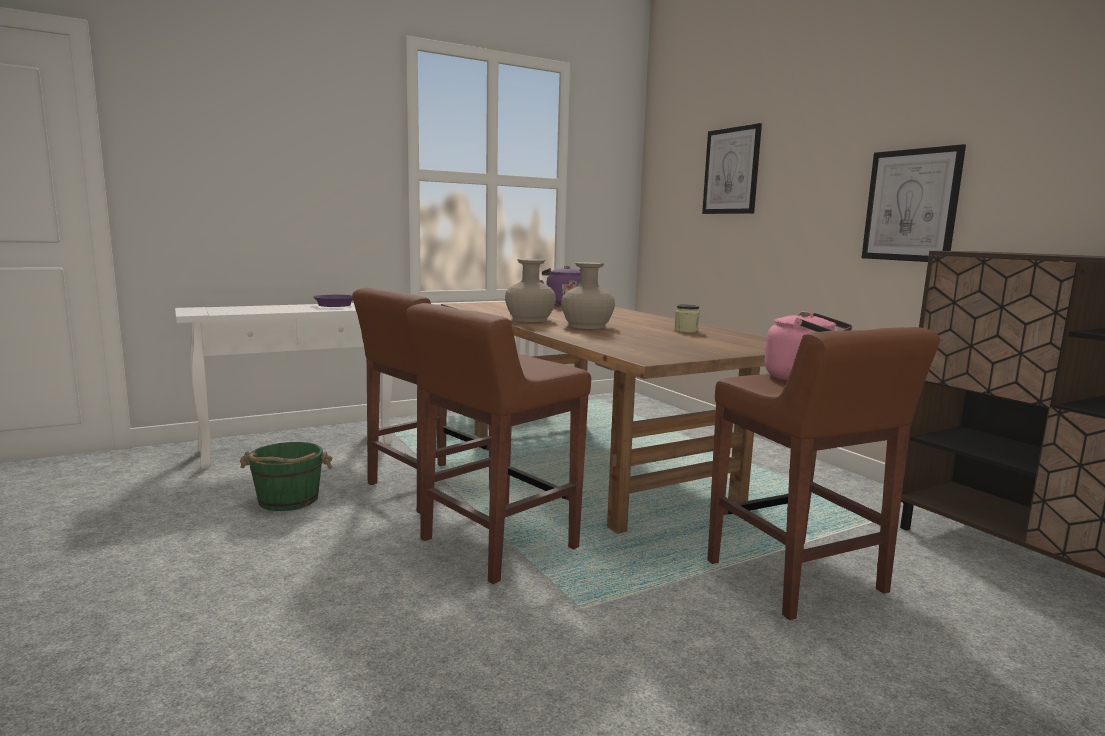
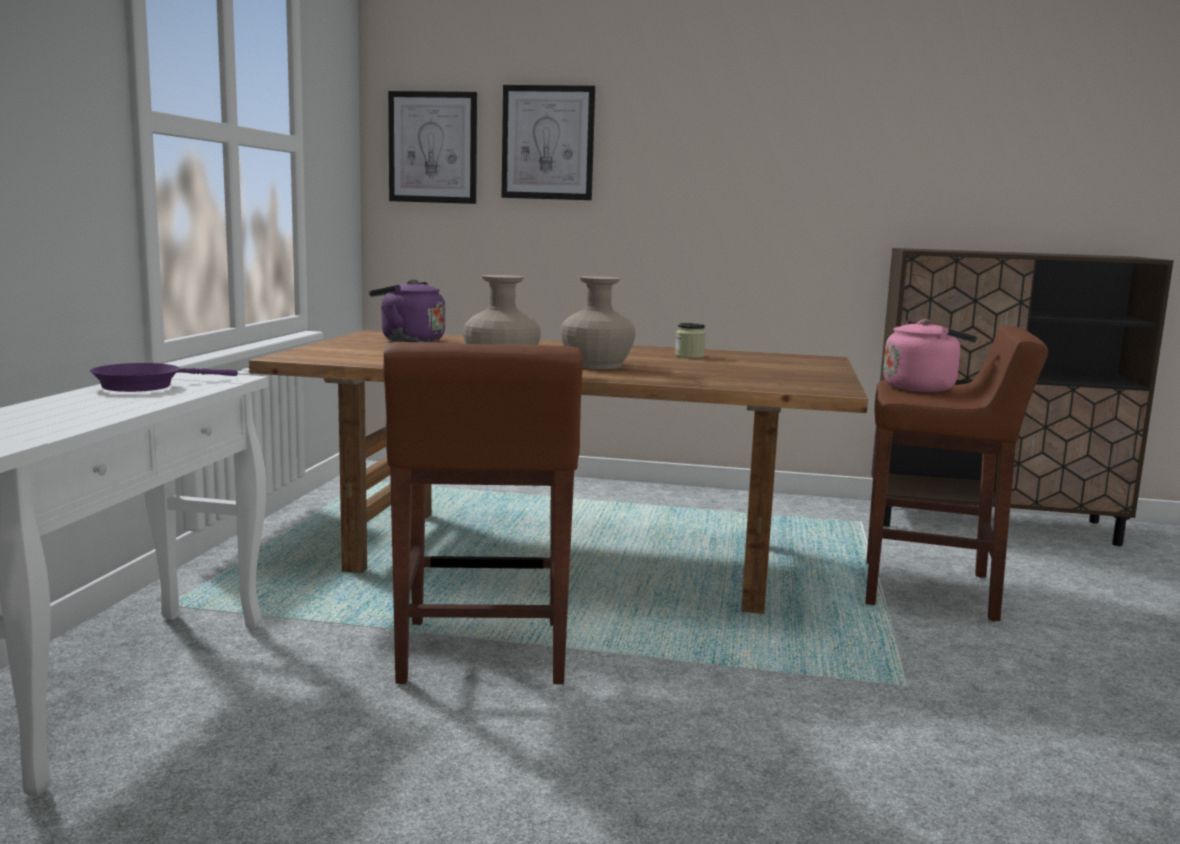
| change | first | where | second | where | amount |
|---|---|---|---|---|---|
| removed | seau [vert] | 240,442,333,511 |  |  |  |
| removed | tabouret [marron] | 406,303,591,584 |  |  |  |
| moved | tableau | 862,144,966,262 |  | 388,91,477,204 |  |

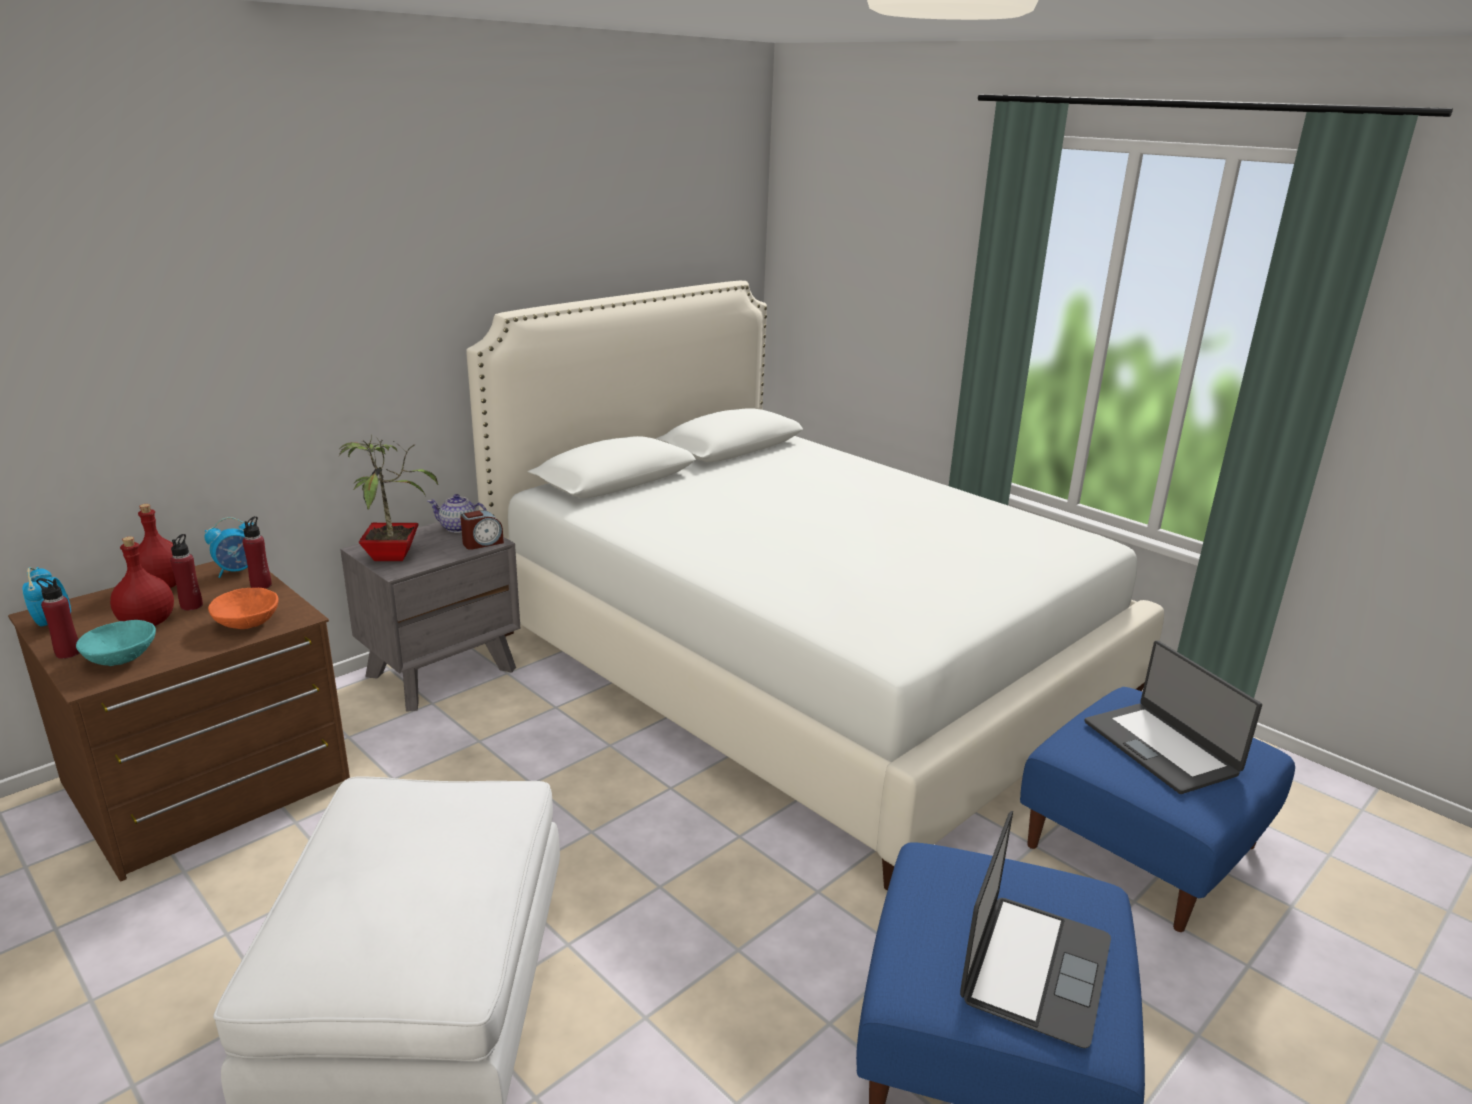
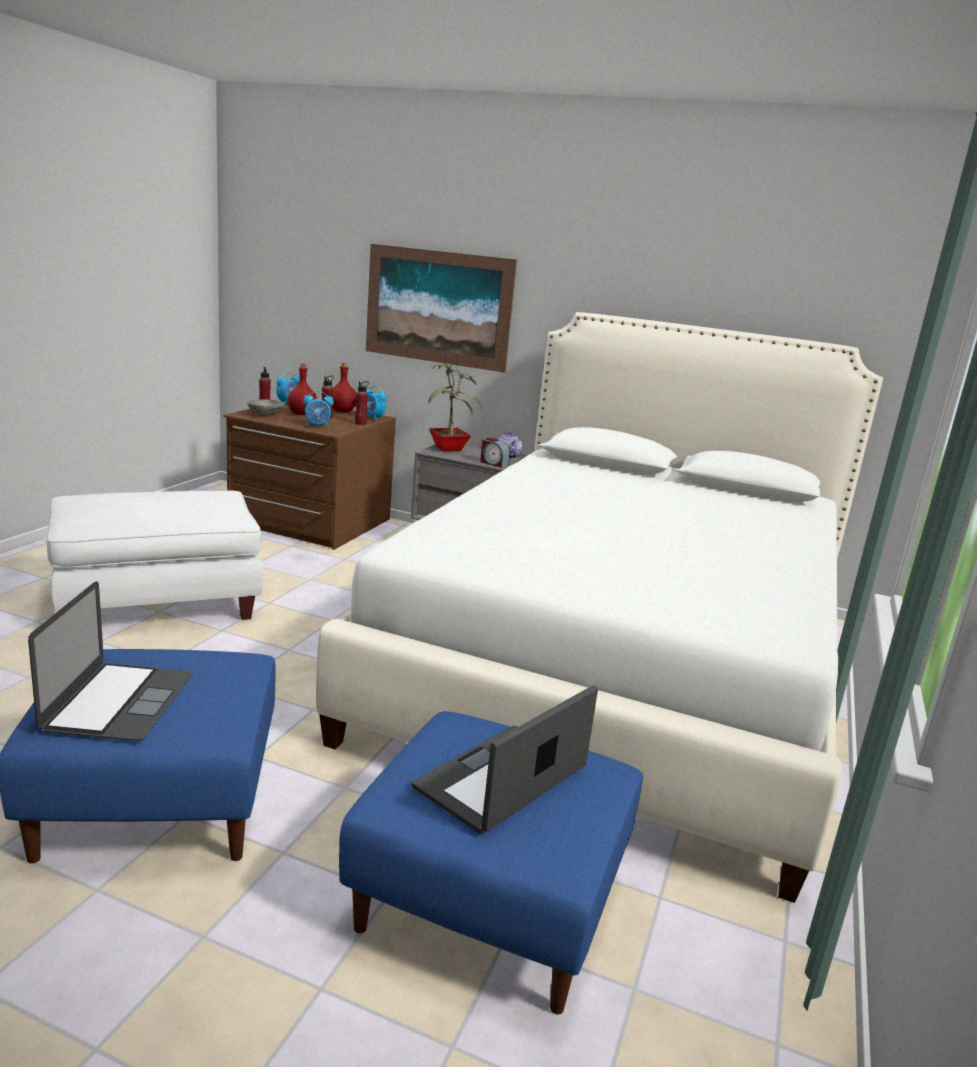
| change | first | where | second | where | amount |
|---|---|---|---|---|---|
| added |  |  | tableau | 366,244,517,373 |  |
| replaced | bol [orange] | 208,588,279,629 | réveil | 303,390,334,428 |  |
| recoloured | bol [turquoise] | 76,620,156,666 | bol [gris] | 247,399,284,416 |  |
| turned | ordinateur portable | 960,811,1111,1048 |  | 28,581,192,741 | 90 degrees counterclockwise |

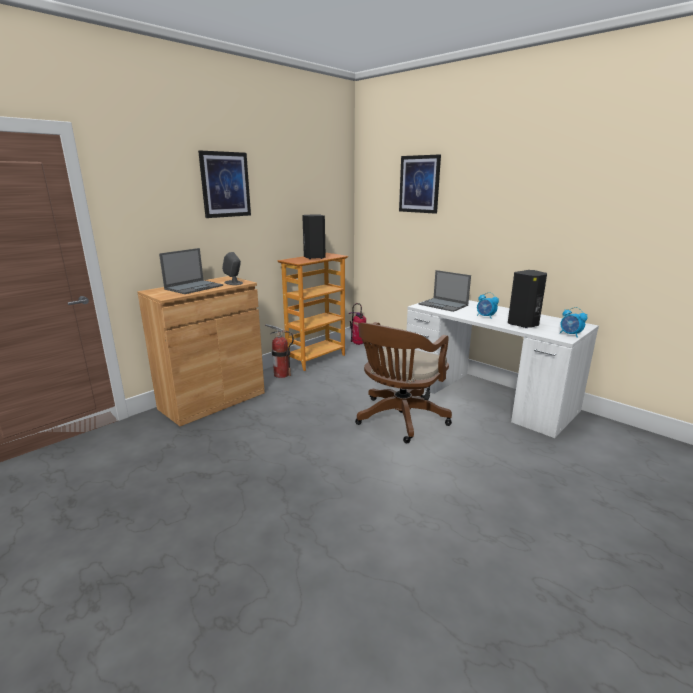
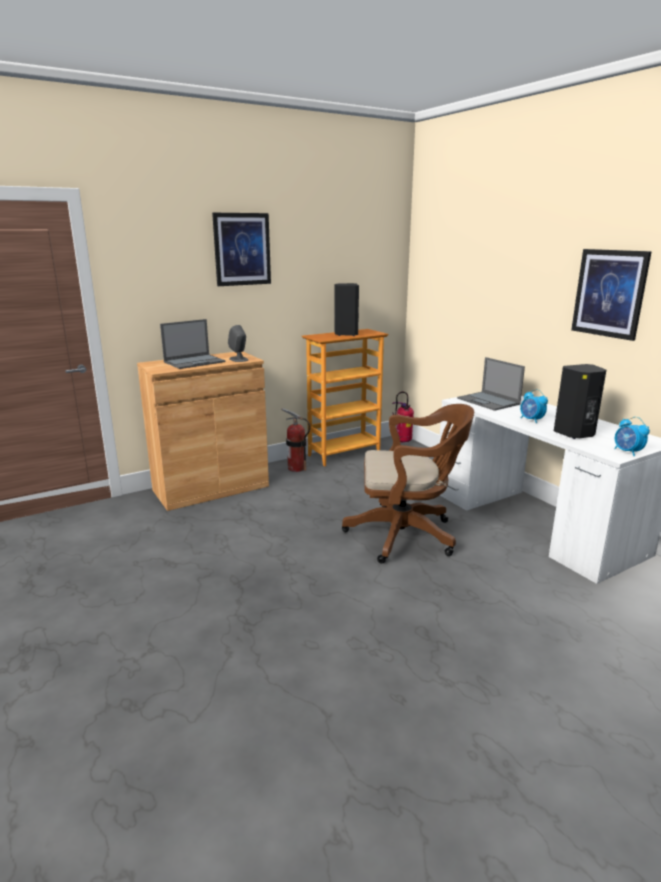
| change | first | where | second | where | amount |
|---|---|---|---|---|---|
| moved | tableau | 399,154,441,214 |  | 571,249,652,341 |  |
| turned | chaise de bureau [marron] | 355,322,452,443 |  | 342,404,474,564 | 135 degrees counterclockwise |

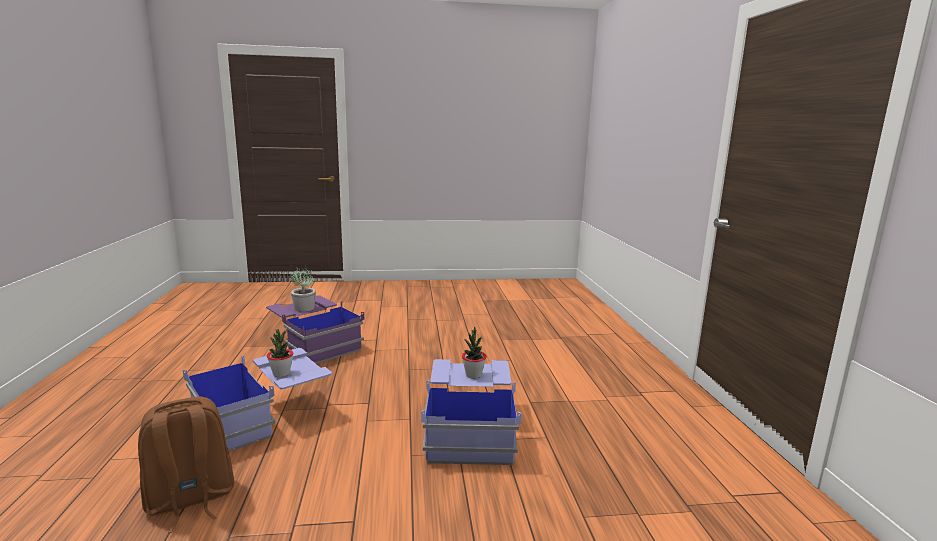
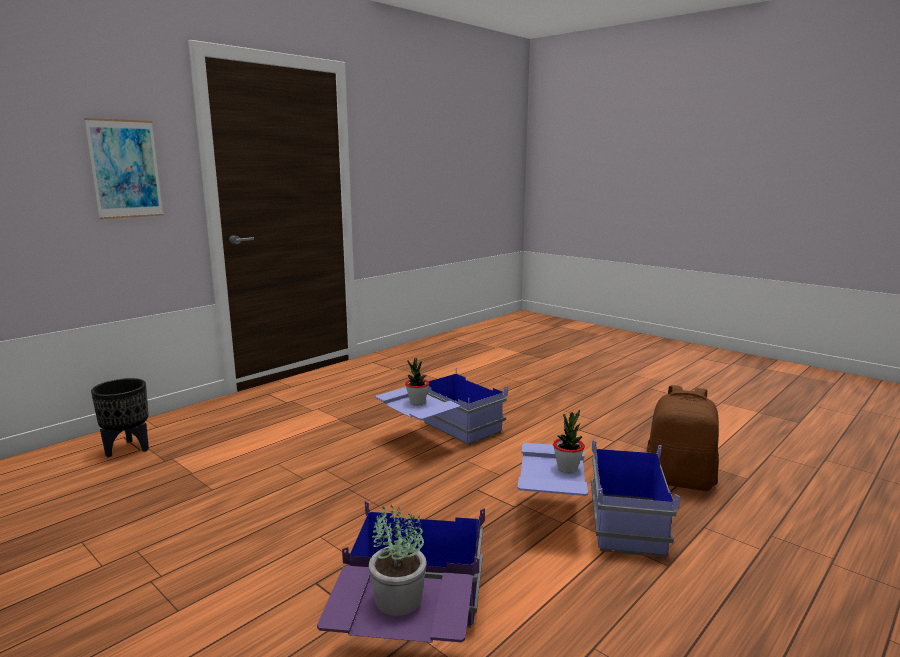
| change | first | where | second | where | amount |
|---|---|---|---|---|---|
| added |  |  | tableau | 84,118,164,219 |  |
| added |  |  | cache-pot [noir] | 91,378,149,457 |  |

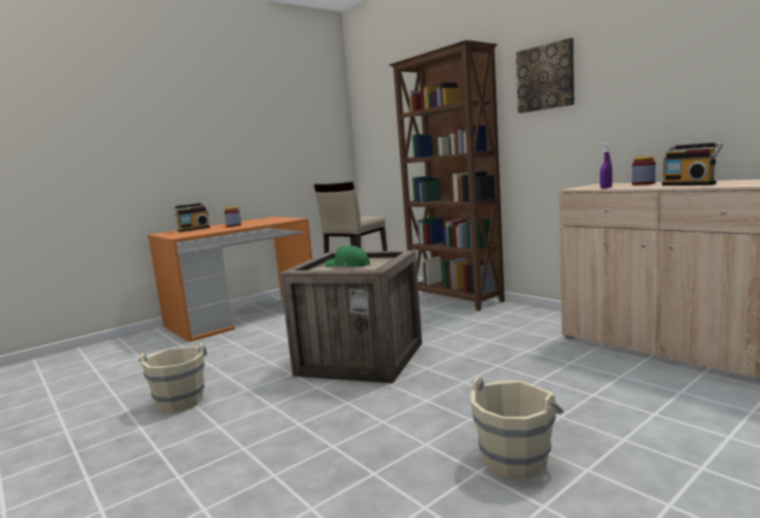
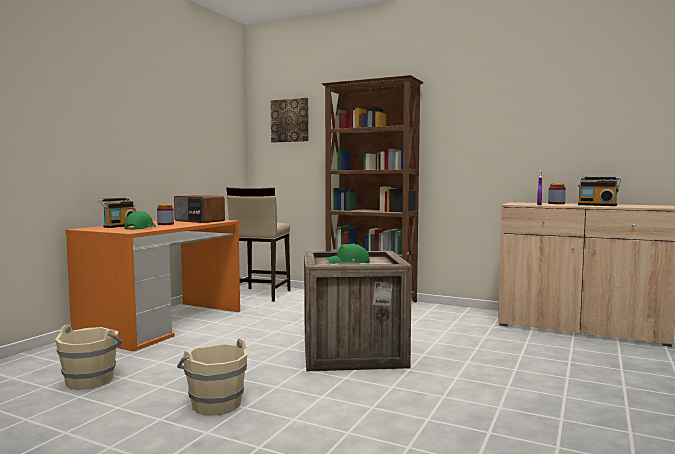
| change | first | where | second | where | amount |
|---|---|---|---|---|---|
| added |  |  | casquette [vert] | 124,211,156,230 |  |
| added |  |  | radio | 174,195,225,223 |  |
| moved | seau [beige] | 471,377,563,479 |  | 55,325,123,390 |  |
| moved | tableau | 516,38,574,113 |  | 271,98,309,143 |  |

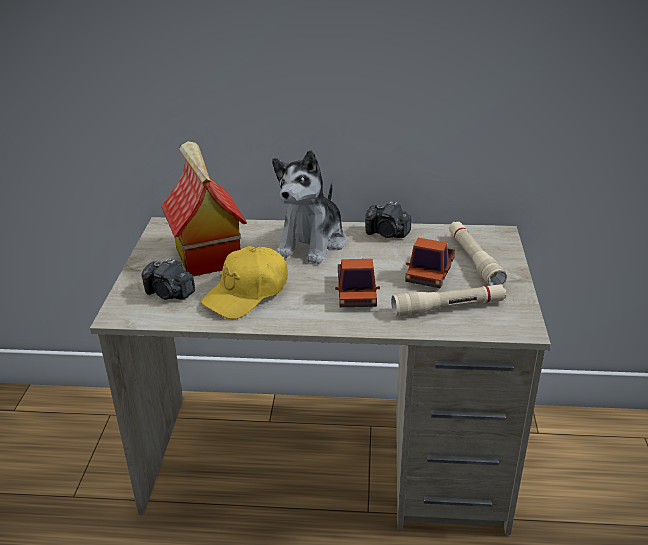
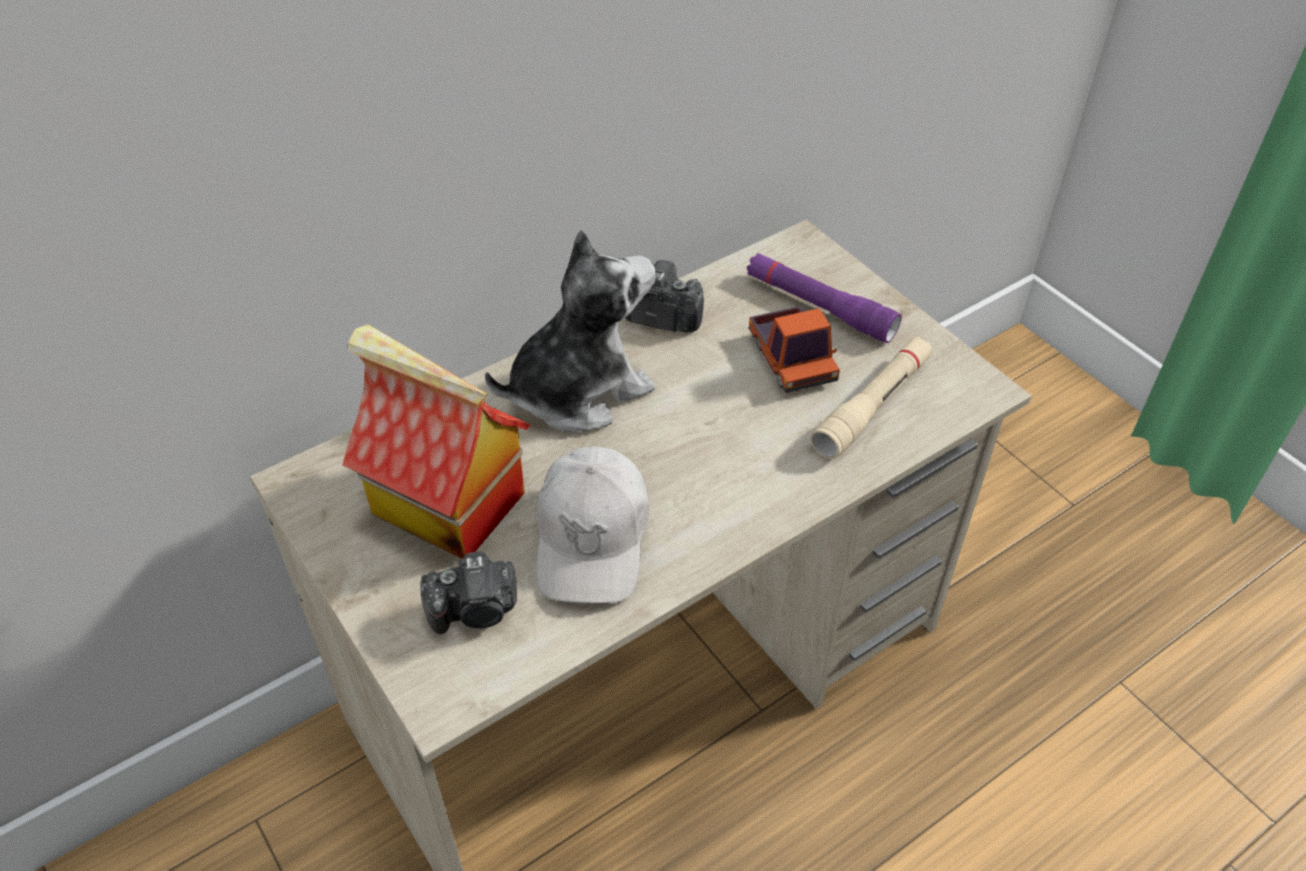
| change | first | where | second | where | amount |
|---|---|---|---|---|---|
| removed | camion jouet | 335,259,380,307 |  |  |  |
| recoloured | casquette [jaune] | 200,246,288,319 | casquette [blanc] | 537,447,649,603 |  |
| recoloured | lampe de poche [beige] | 449,222,507,286 | lampe de poche [violet] | 747,253,902,343 |  |
| turned | peluche | 272,150,346,264 |  | 485,229,656,432 | 105 degrees counterclockwise |
| turned | appareil photo | 365,201,411,238 |  | 625,260,704,332 | 150 degrees counterclockwise |

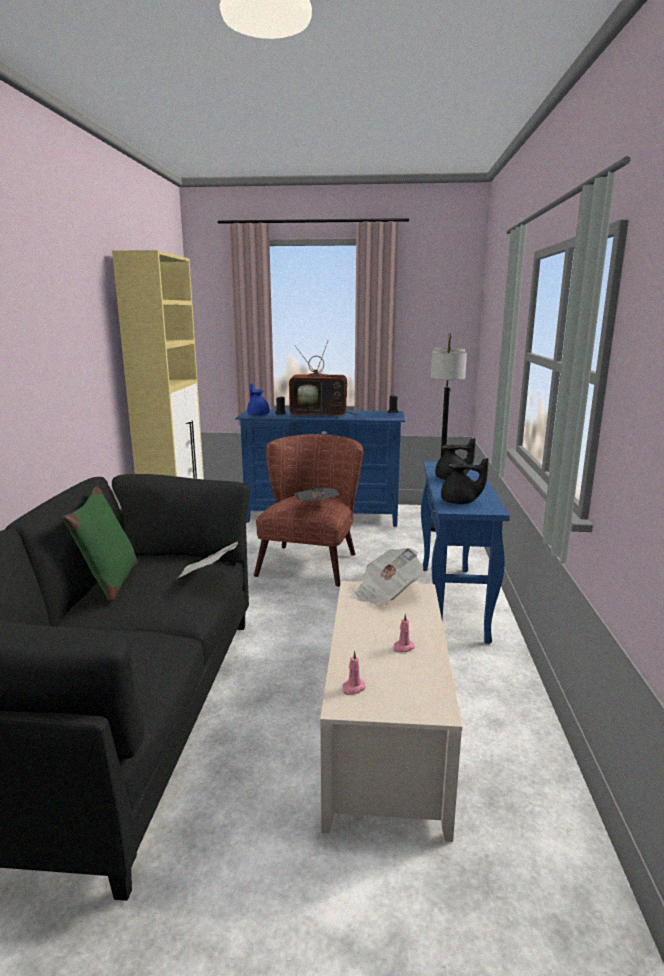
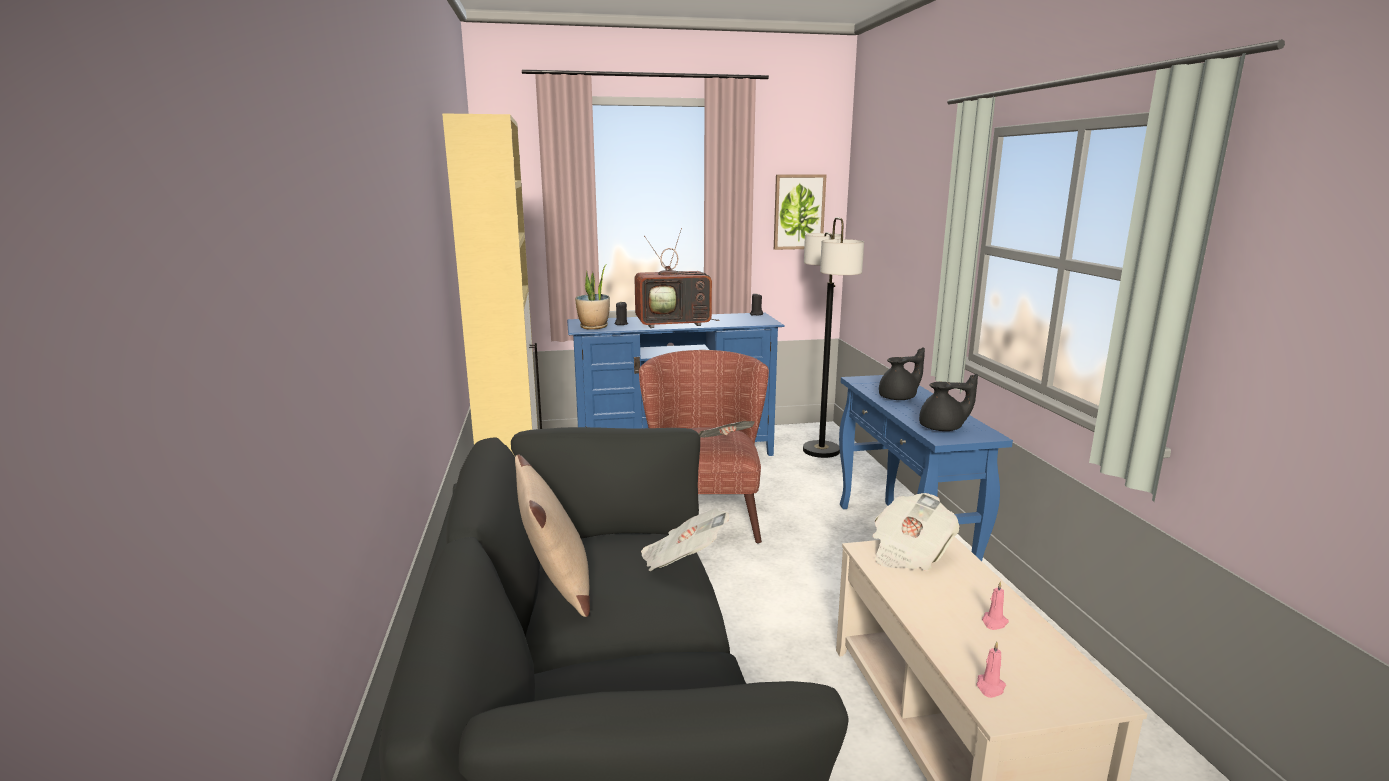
| change | first | where | second | where | amount |
|---|---|---|---|---|---|
| added |  |  | tableau | 774,175,826,250 |  |
| replaced | théière [bleu] | 247,383,270,416 | plante en pot | 575,264,610,330 |  |
| recoloured | coussin [vert] | 63,486,138,602 | coussin [beige] | 515,454,590,617 |  |

